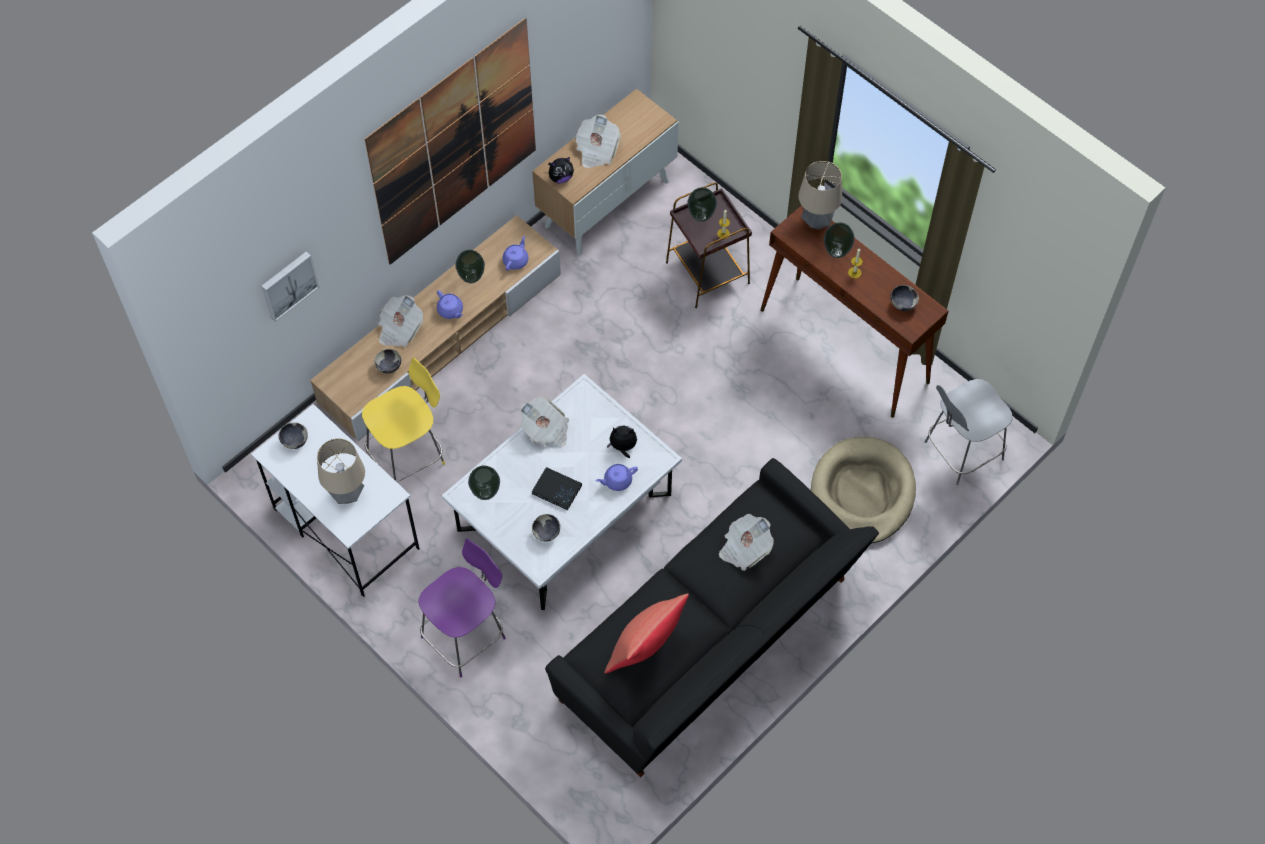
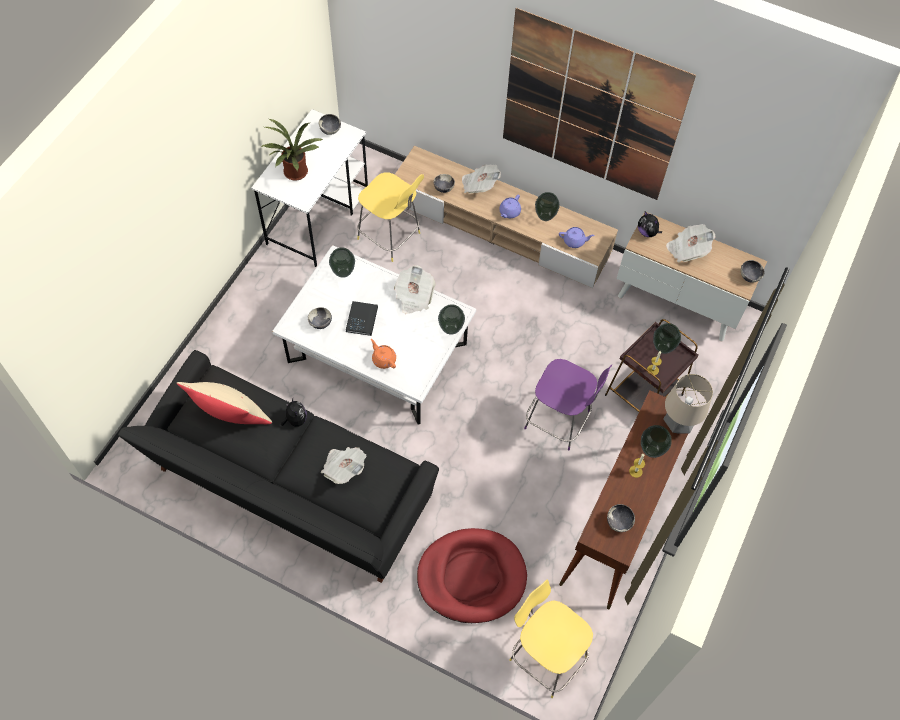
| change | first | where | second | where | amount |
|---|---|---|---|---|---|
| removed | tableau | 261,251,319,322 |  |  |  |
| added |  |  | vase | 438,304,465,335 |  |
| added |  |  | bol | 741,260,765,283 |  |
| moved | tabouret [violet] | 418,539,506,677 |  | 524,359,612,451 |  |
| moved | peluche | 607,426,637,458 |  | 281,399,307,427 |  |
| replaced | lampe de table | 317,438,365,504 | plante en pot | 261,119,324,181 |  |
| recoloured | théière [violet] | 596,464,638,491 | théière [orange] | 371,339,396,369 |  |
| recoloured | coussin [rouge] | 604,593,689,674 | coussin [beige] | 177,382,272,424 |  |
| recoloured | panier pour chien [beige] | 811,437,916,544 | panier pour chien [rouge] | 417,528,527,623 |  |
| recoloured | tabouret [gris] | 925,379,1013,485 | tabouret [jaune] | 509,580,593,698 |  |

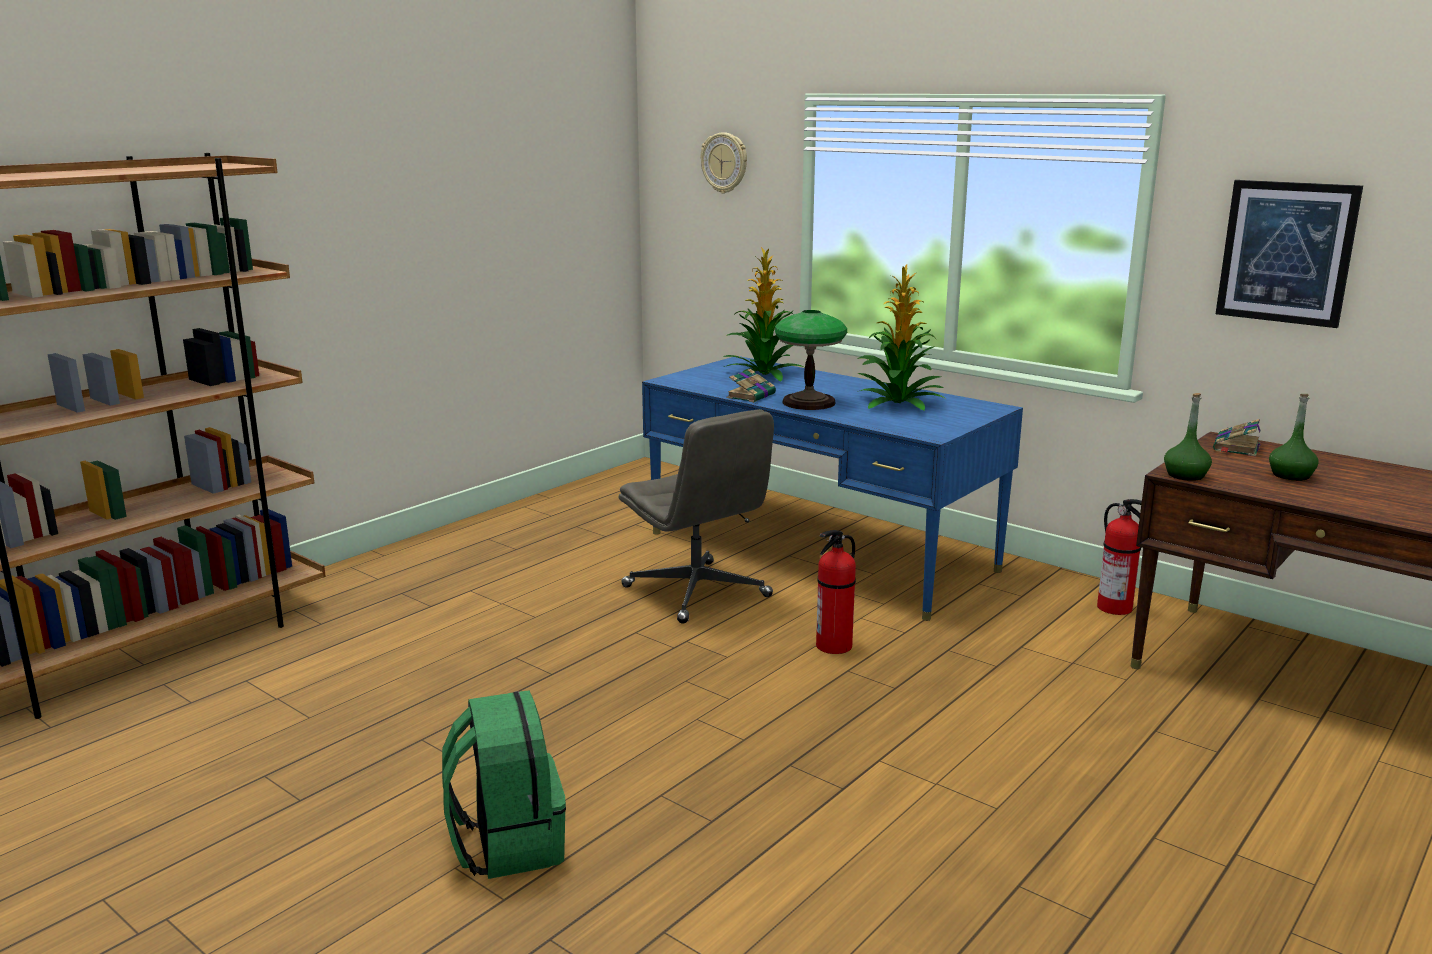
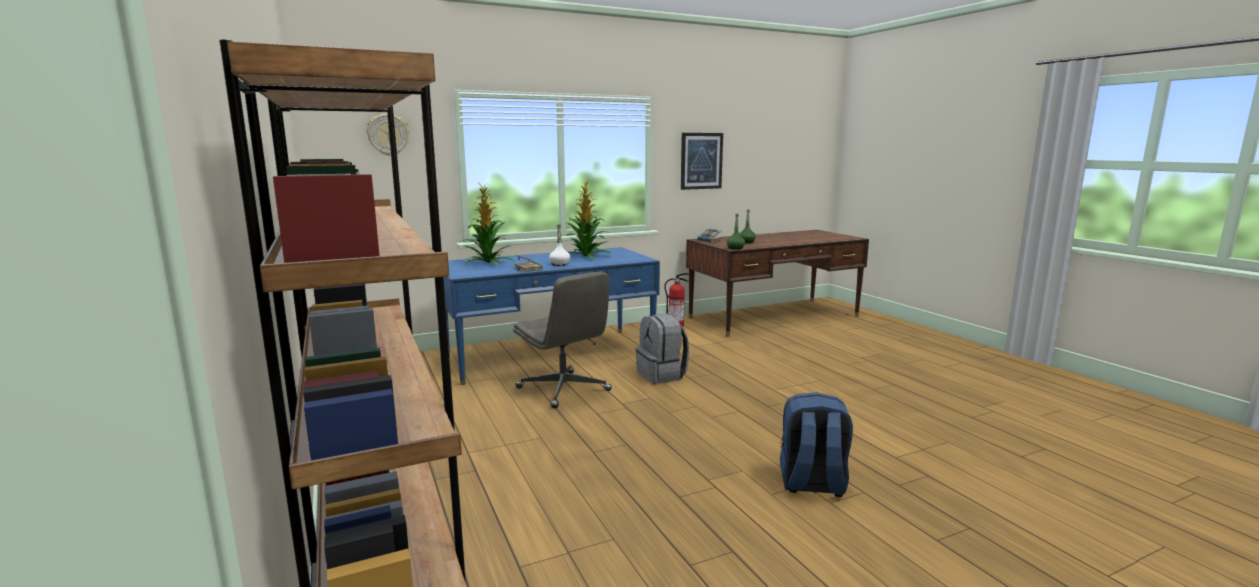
| change | first | where | second | where | amount |
|---|---|---|---|---|---|
| replaced | lampe de table | 775,310,847,410 | bouteille [blanc] | 549,225,570,266 |  |
| replaced | extincteur | 816,530,856,654 | sac à dos [gris] | 636,314,689,384 |  |
| recoloured | sac à dos [vert] | 442,690,566,879 | sac à dos [bleu] | 780,392,853,497 |  |
| turned | chaise de bureau [gris] | 619,409,774,624 |  | 513,271,612,408 | 60 degrees clockwise |

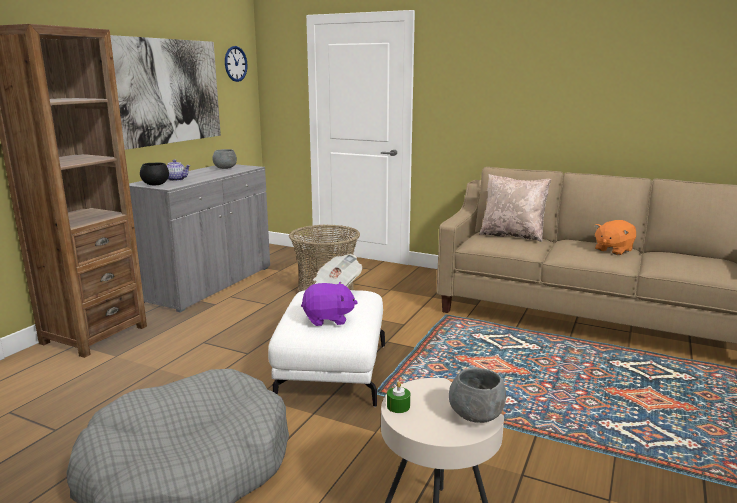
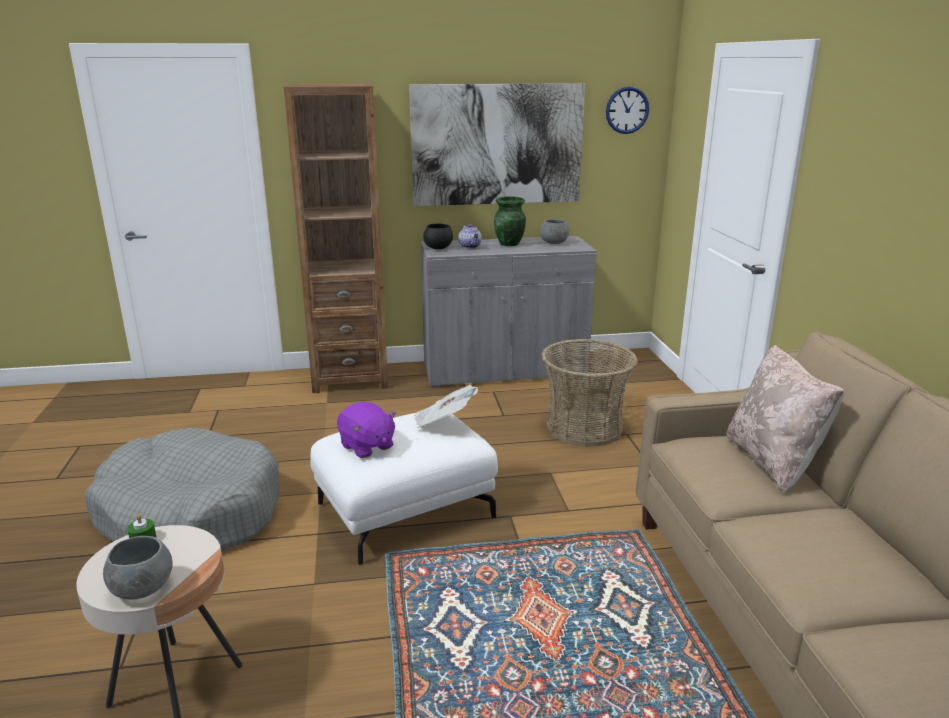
| change | first | where | second | where | amount |
|---|---|---|---|---|---|
| removed | peluche [orange] | 594,220,636,255 |  |  |  |
| added |  |  | vase [vert] | 494,196,526,246 |  |

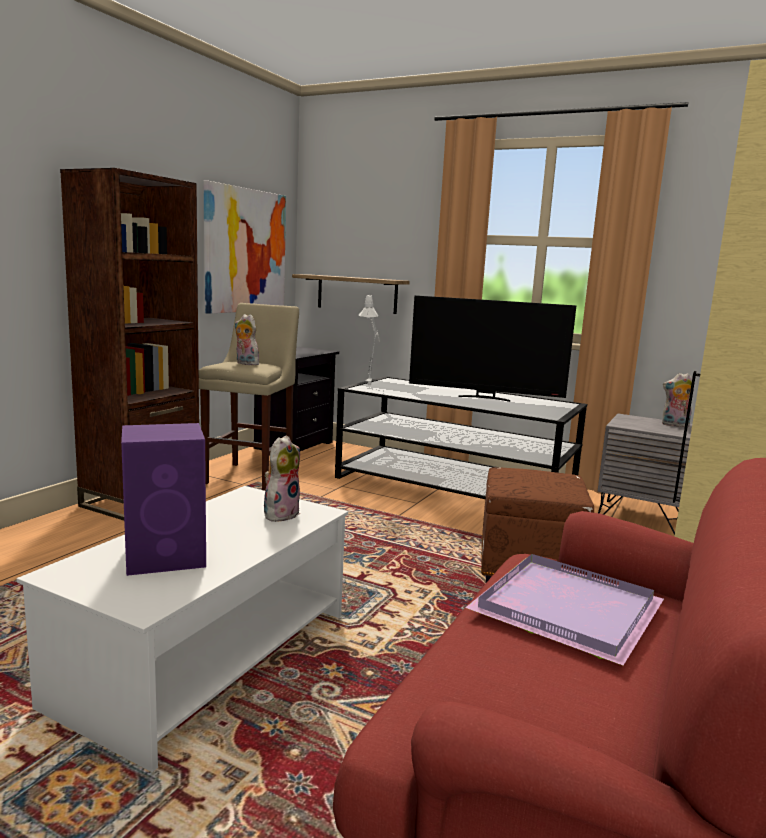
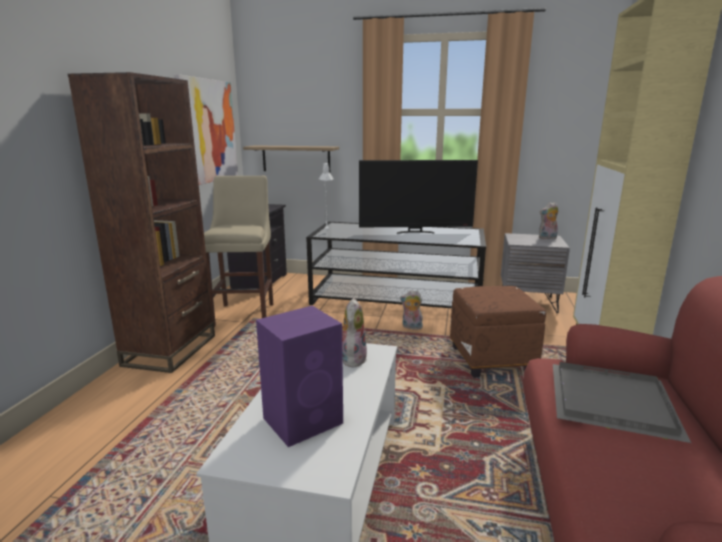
| change | first | where | second | where | amount |
|---|---|---|---|---|---|
| moved | peluche | 235,314,259,365 |  | 400,290,423,330 |  |
| recoloured | plateau [violet] | 465,554,664,665 | plateau [gris] | 553,362,691,443 |  |

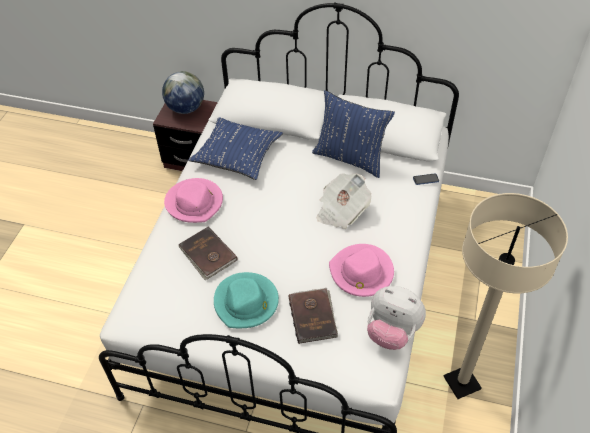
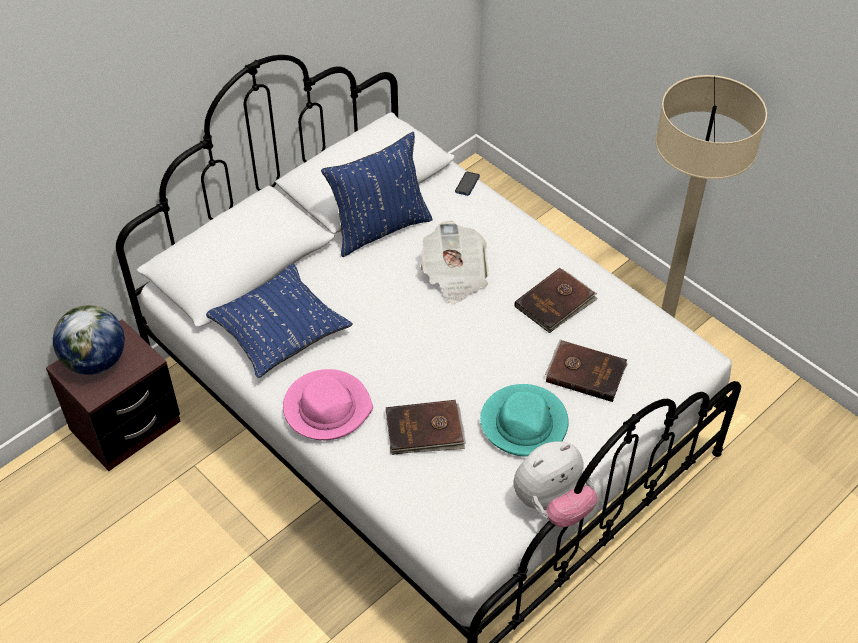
| change | first | where | second | where | amount |
|---|---|---|---|---|---|
| moved | peluche | 367,286,426,350 |  | 514,442,598,527 |  |
| replaced | chapeau [rose] | 329,244,394,297 | livre [marron] | 515,268,598,333 |  |

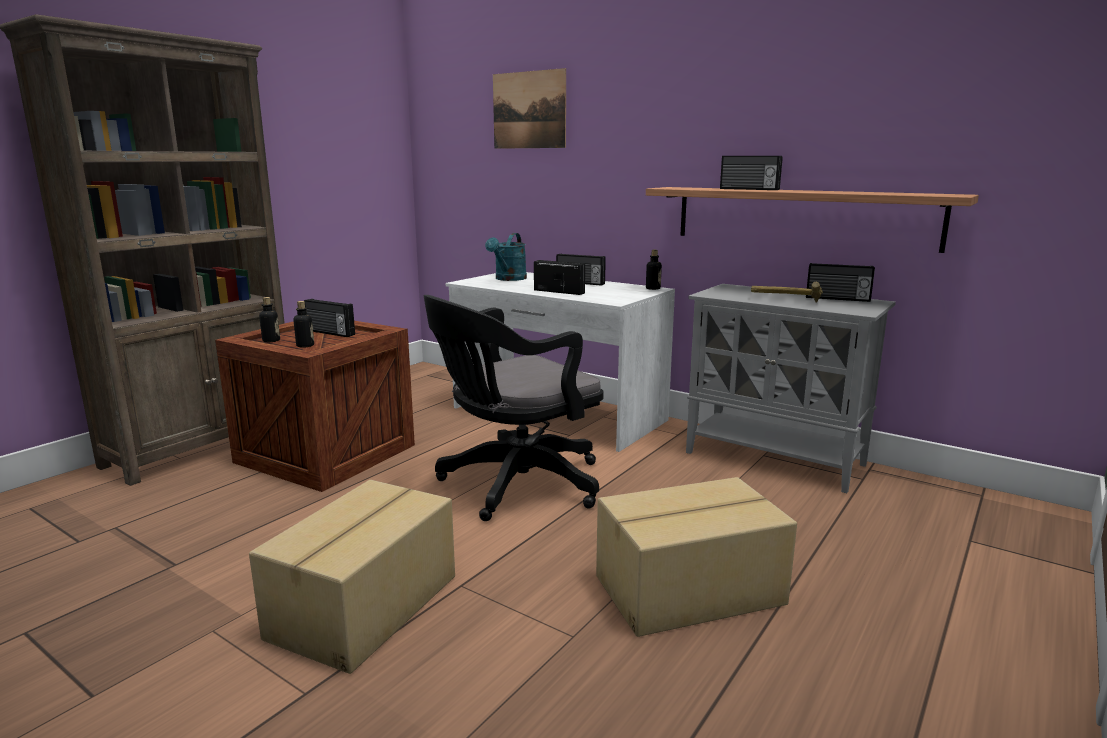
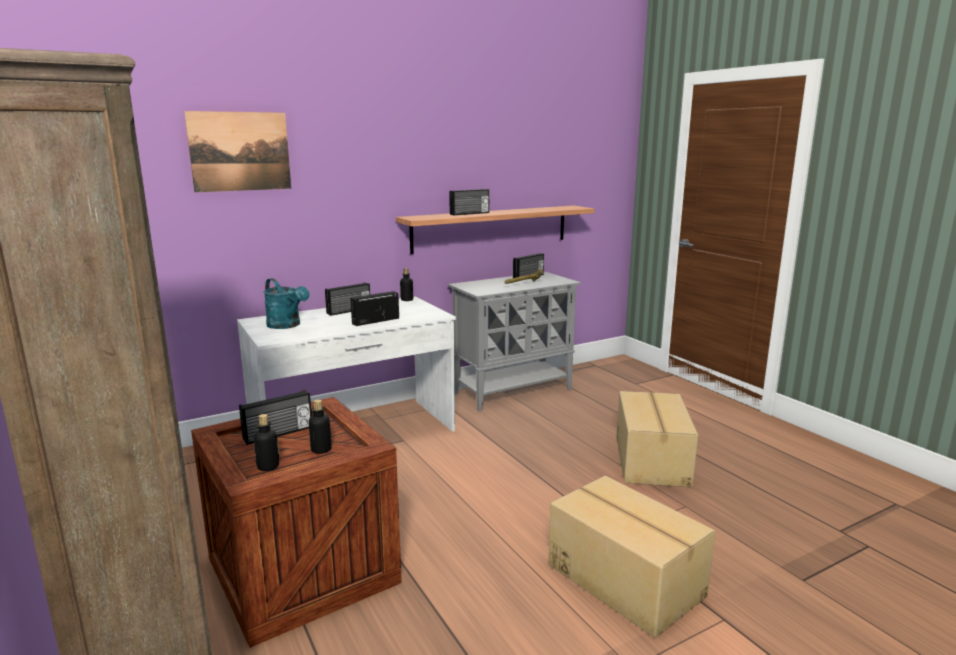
| change | first | where | second | where | amount |
|---|---|---|---|---|---|
| removed | chaise de bureau [noir] | 423,295,604,521 |  |  |  |

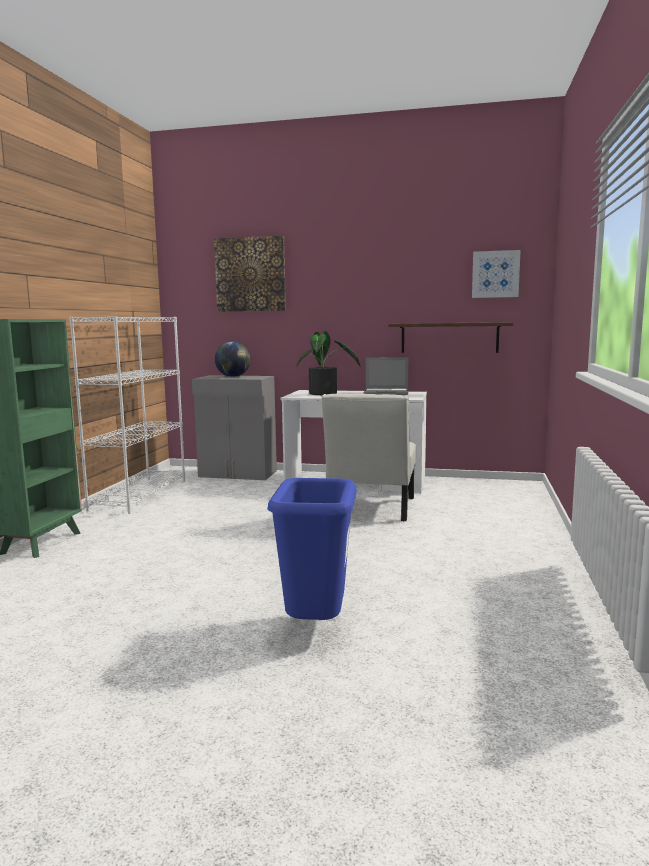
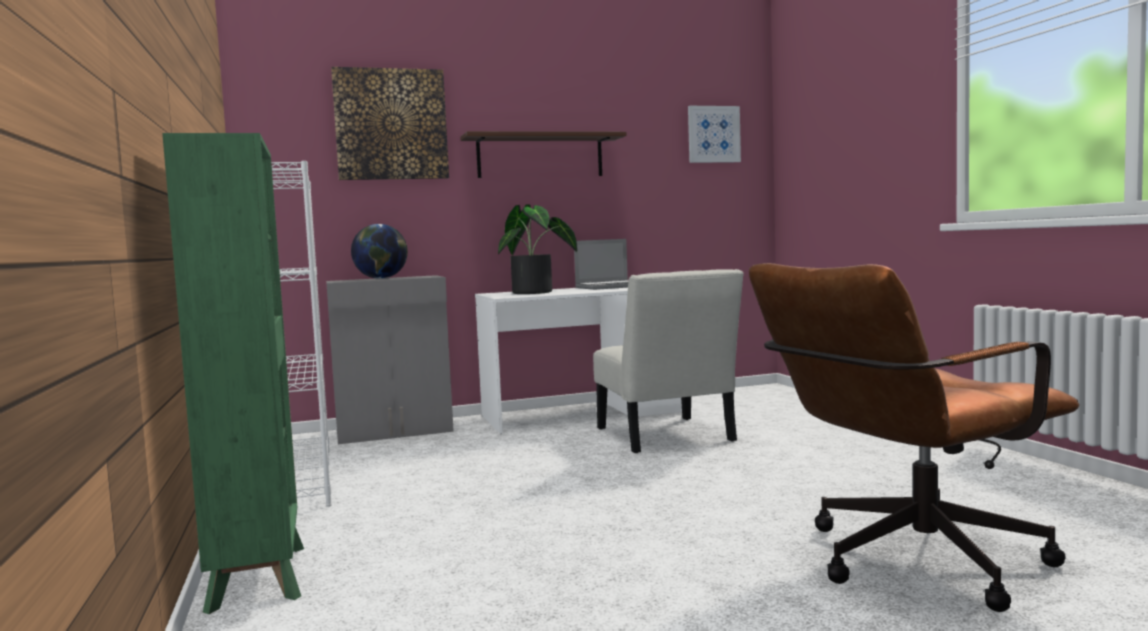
| change | first | where | second | where | amount |
|---|---|---|---|---|---|
| moved | étagère | 388,322,513,353 |  | 460,131,627,178 |  |
| replaced | poubelle [bleu] | 268,478,357,620 | chaise de bureau [marron] | 749,263,1080,612 |  |

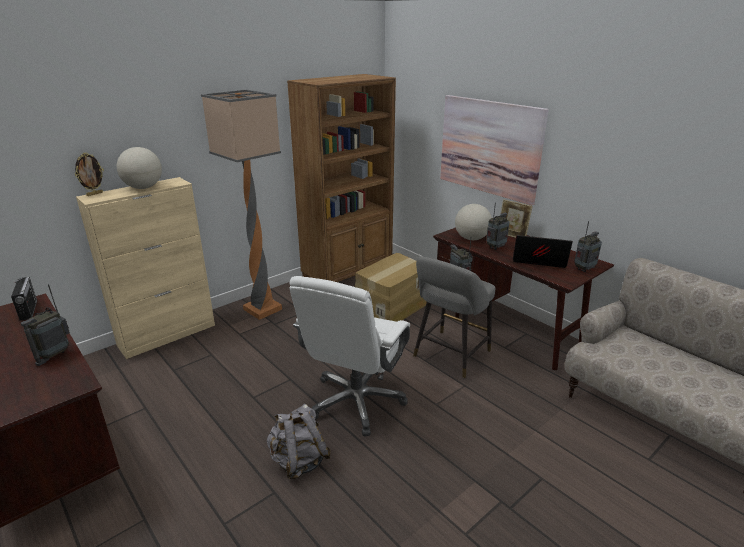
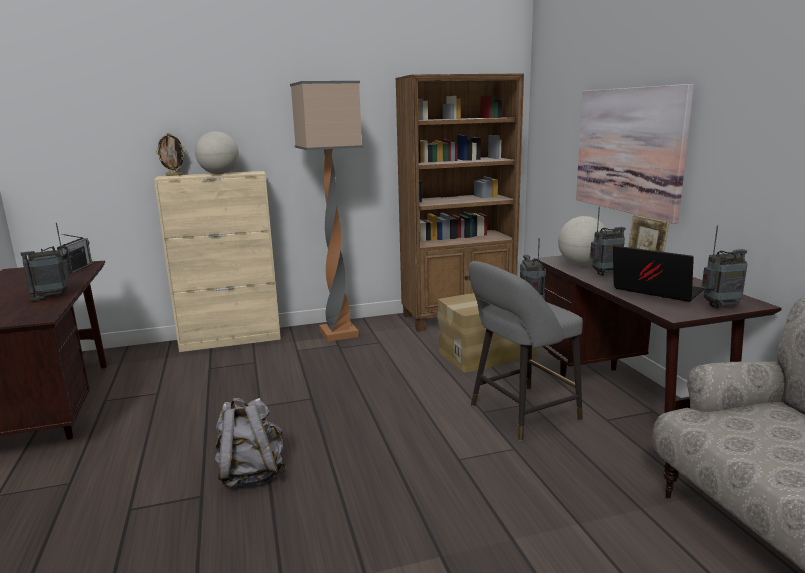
| change | first | where | second | where | amount |
|---|---|---|---|---|---|
| removed | chaise de bureau [blanc] | 290,276,410,437 |  |  |  |

